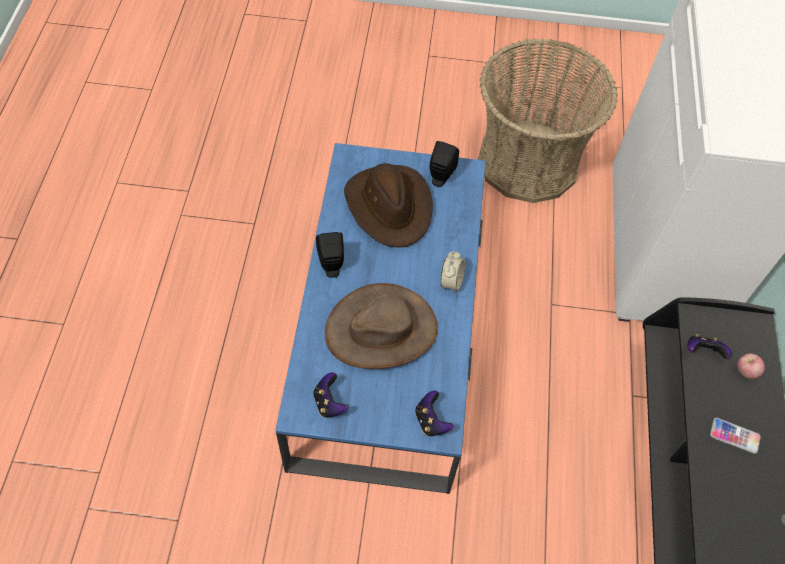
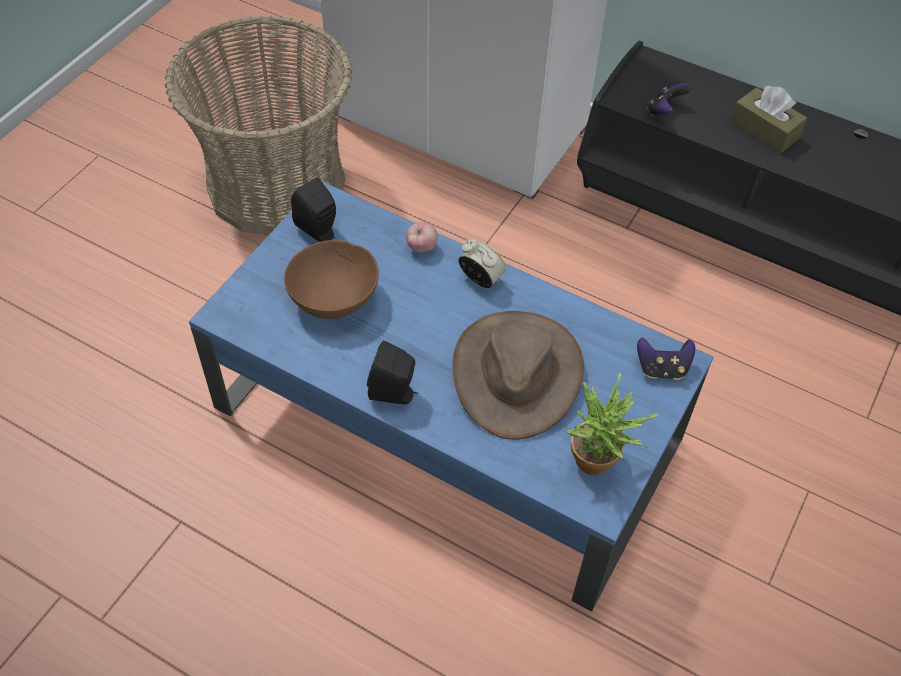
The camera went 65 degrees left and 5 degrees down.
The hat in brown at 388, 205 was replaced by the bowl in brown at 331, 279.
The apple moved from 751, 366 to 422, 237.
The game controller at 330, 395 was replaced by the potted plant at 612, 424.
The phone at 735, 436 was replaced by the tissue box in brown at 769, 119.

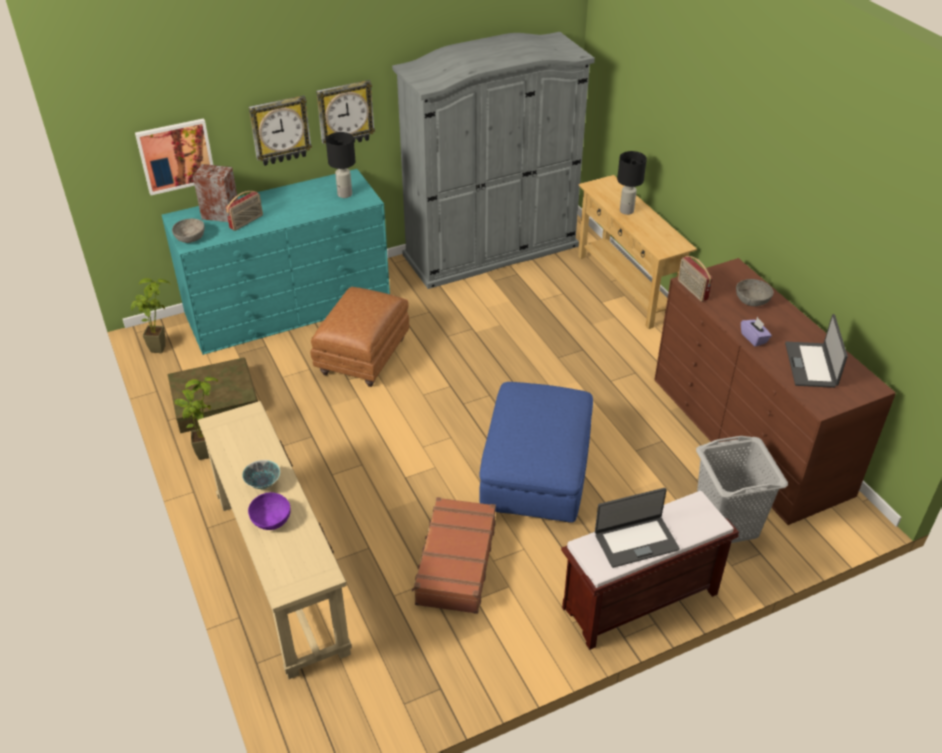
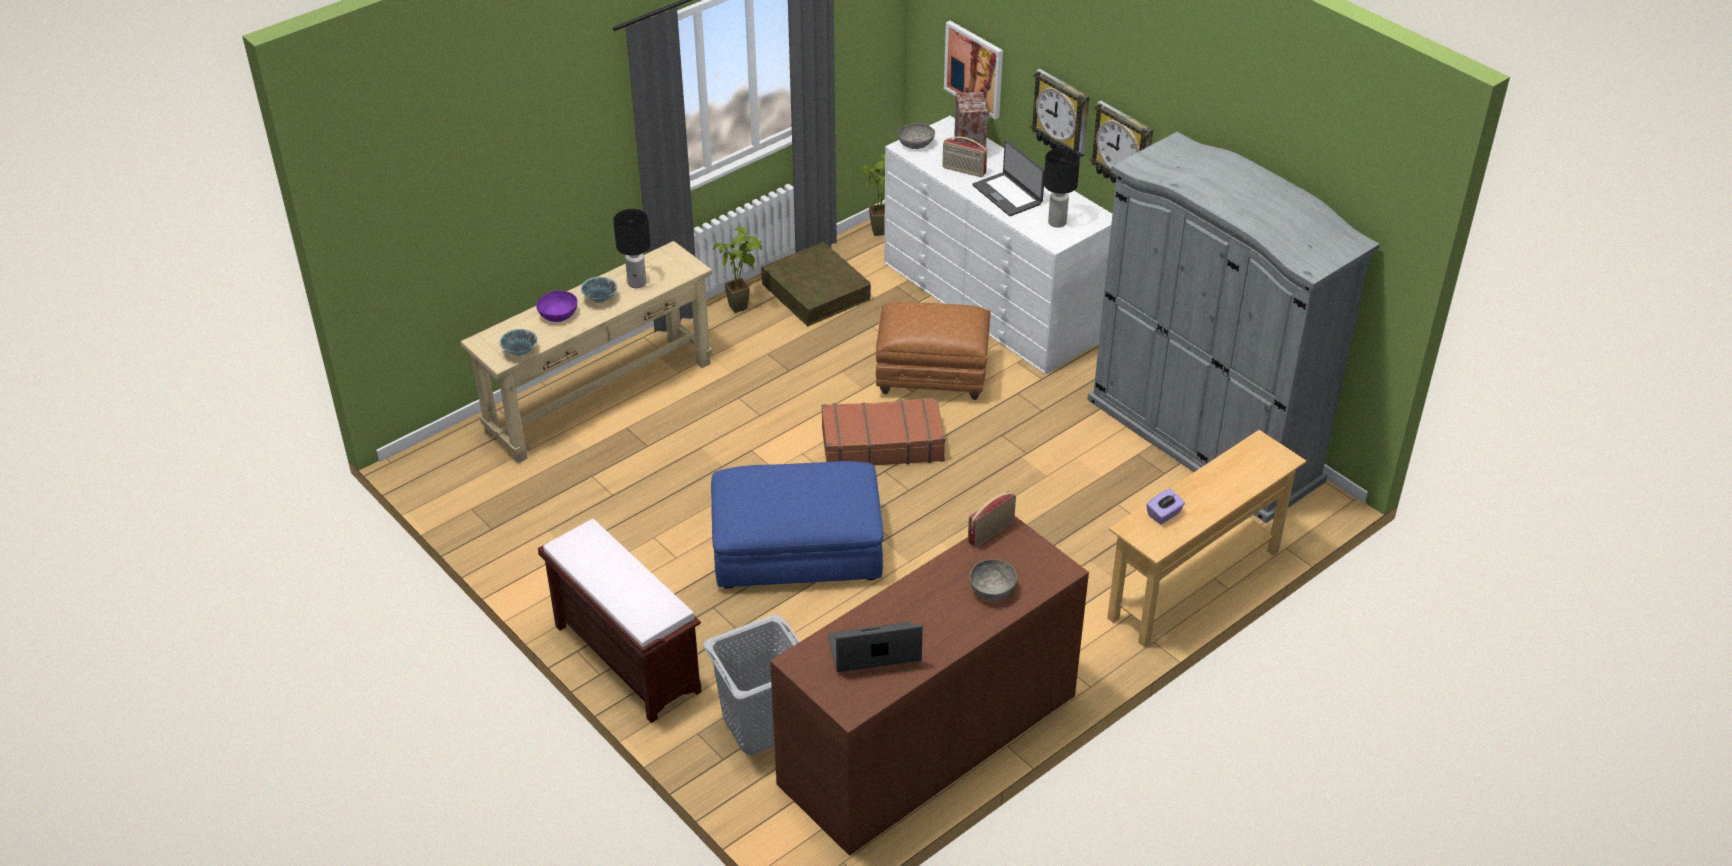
The camera went 75 degrees right and 0 degrees up.
The bowl at 519, 342 appeared.
The table lamp in black moved from 632, 183 to 632, 248.
The suitcase in brown moved from 454, 555 to 883, 431.
The dresser in turquoise at 276, 262 became the dresser in white at 998, 245.
The laptop moved from 637, 528 to 1008, 178.
The tissue box in purple moved from 756, 332 to 1165, 506.

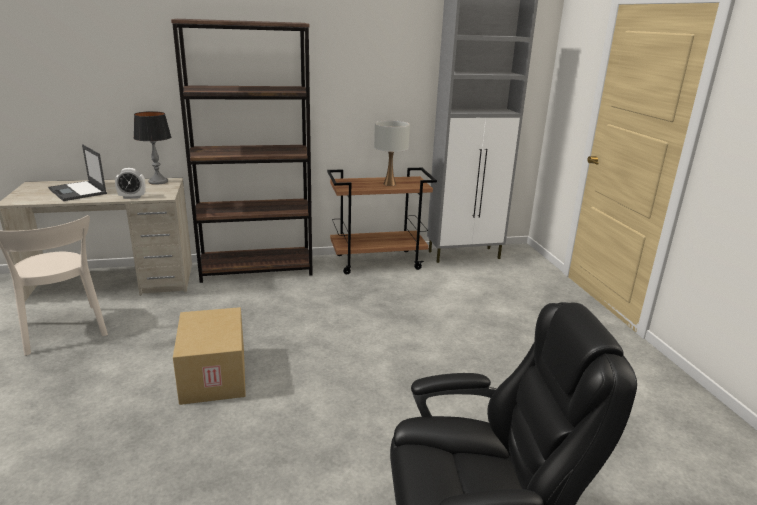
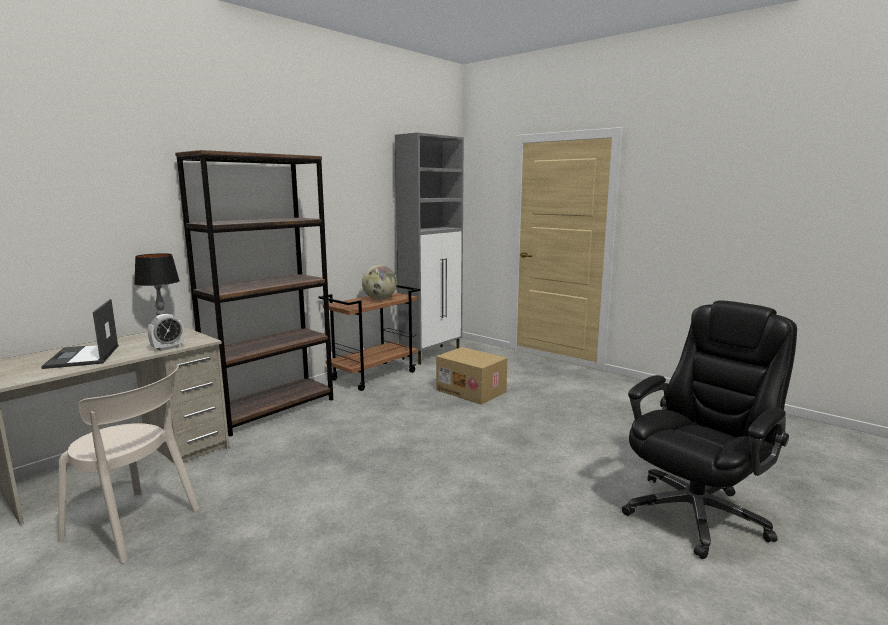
The camera went 35 degrees left and 10 degrees down.
The laptop at 77, 172 turned 60 degrees clockwise.
The table lamp in white at 392, 153 was replaced by the globe at 379, 282.
The cardboard box moved from 209, 356 to 471, 376.

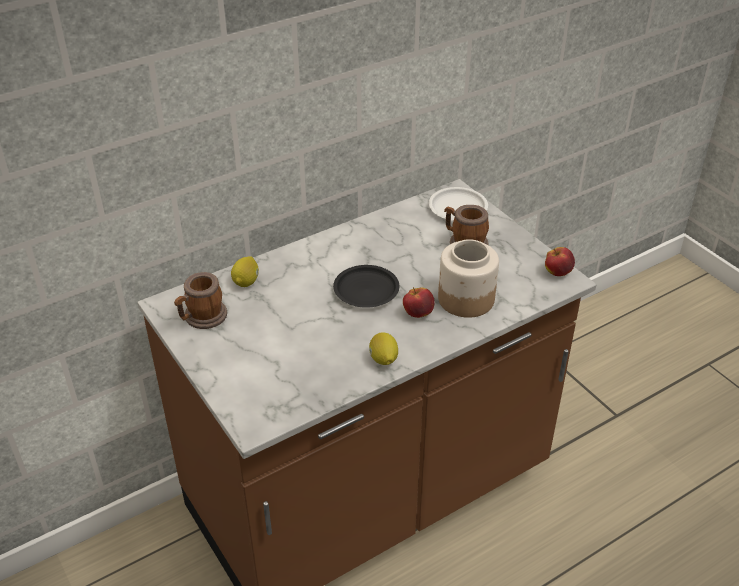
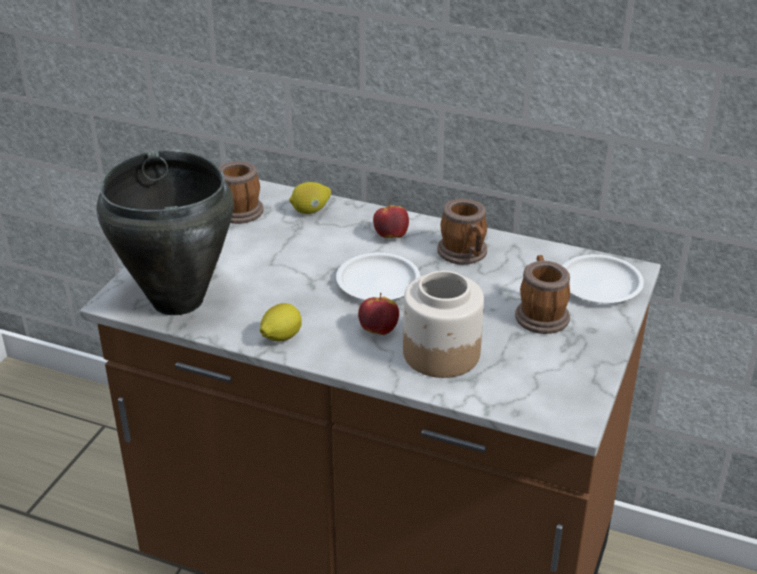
The camera went 55 degrees right and 5 degrees down.
The cooking pot in black at 165, 232 appeared.
The plate in black at 366, 286 became the plate in white at 378, 276.
The apple moved from 560, 261 to 391, 220.
The mug at 462, 231 appeared.

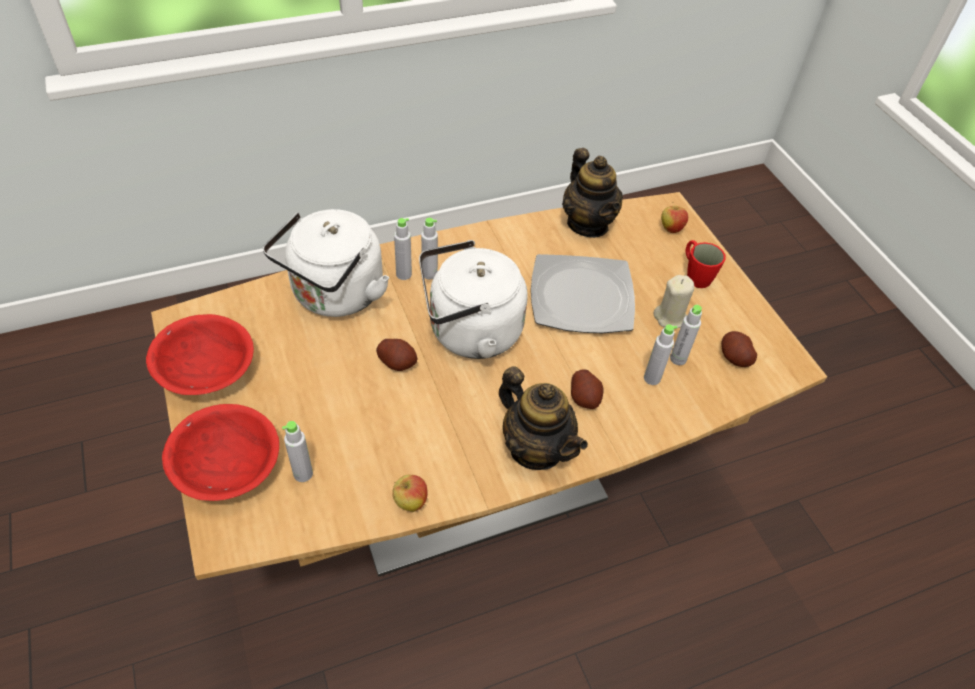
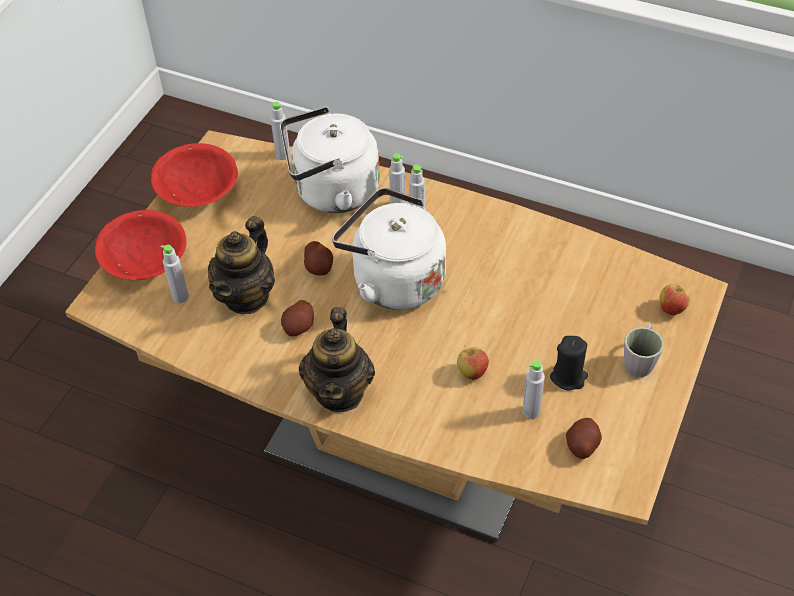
The camera went 50 degrees right and 0 degrees up.
The teapot moved from 592, 193 to 241, 265.
The bottle in grey moved from 661, 354 to 280, 131.
The potato moved from 587, 389 to 297, 318.
The apple moved from 410, 493 to 473, 362.
The candle in beige at 673, 301 became the candle in black at 569, 363.
The mug in red at 706, 264 became the mug in grey at 644, 350.
The plate at 583, 293 disappeared.

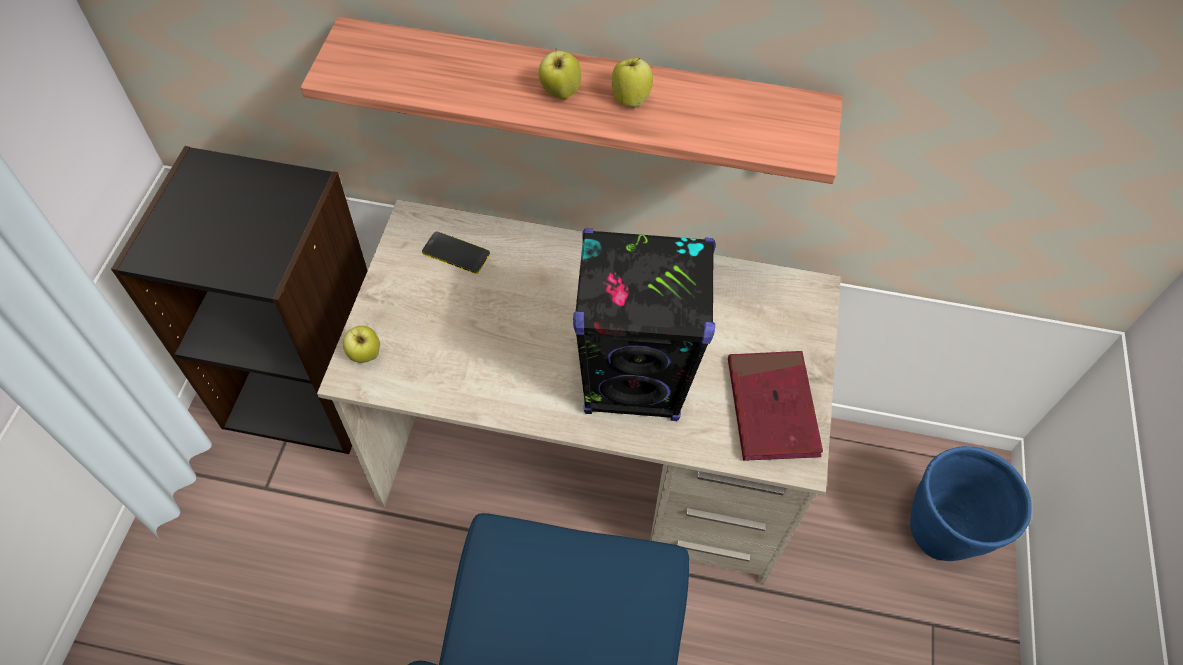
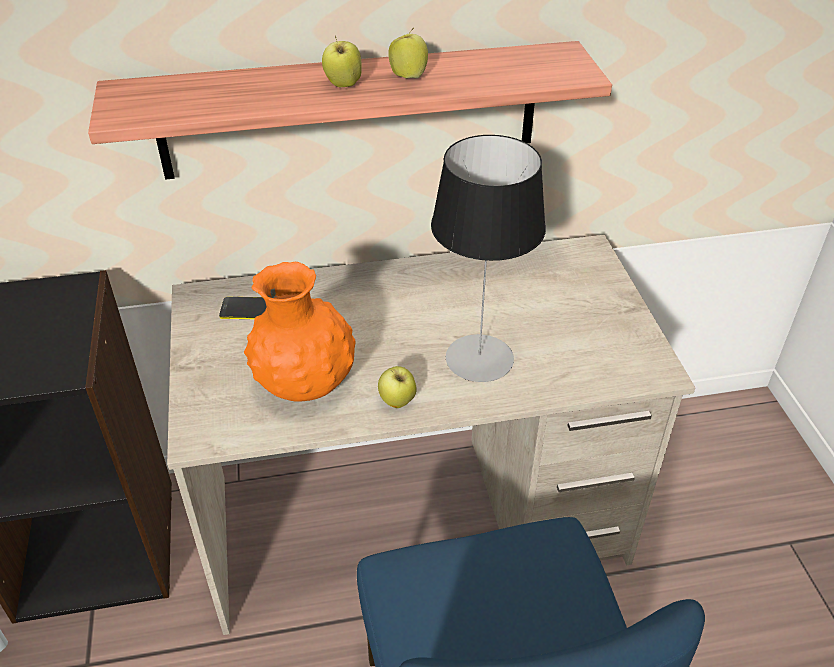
The camera went 20 degrees left and 15 degrees down.
The vase in orange at 300, 332 appeared.
The apple moved from 361, 344 to 397, 387.
The speaker in black at 644, 324 was replaced by the table lamp at 488, 258.
The book in red at 775, 406 disappeared.
The planter in blue at 971, 503 disappeared.

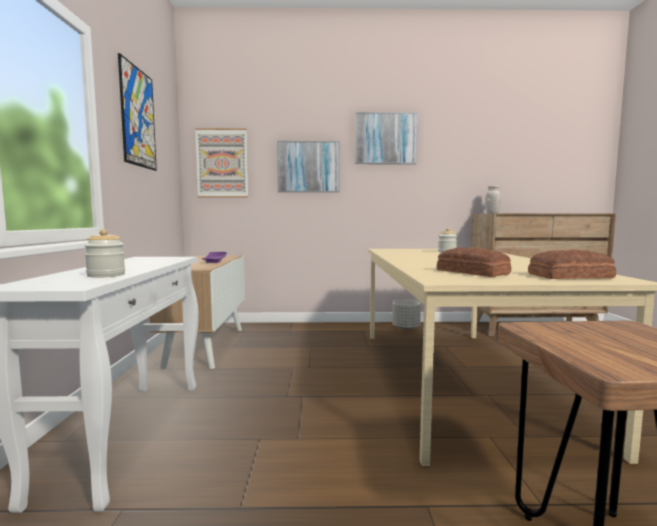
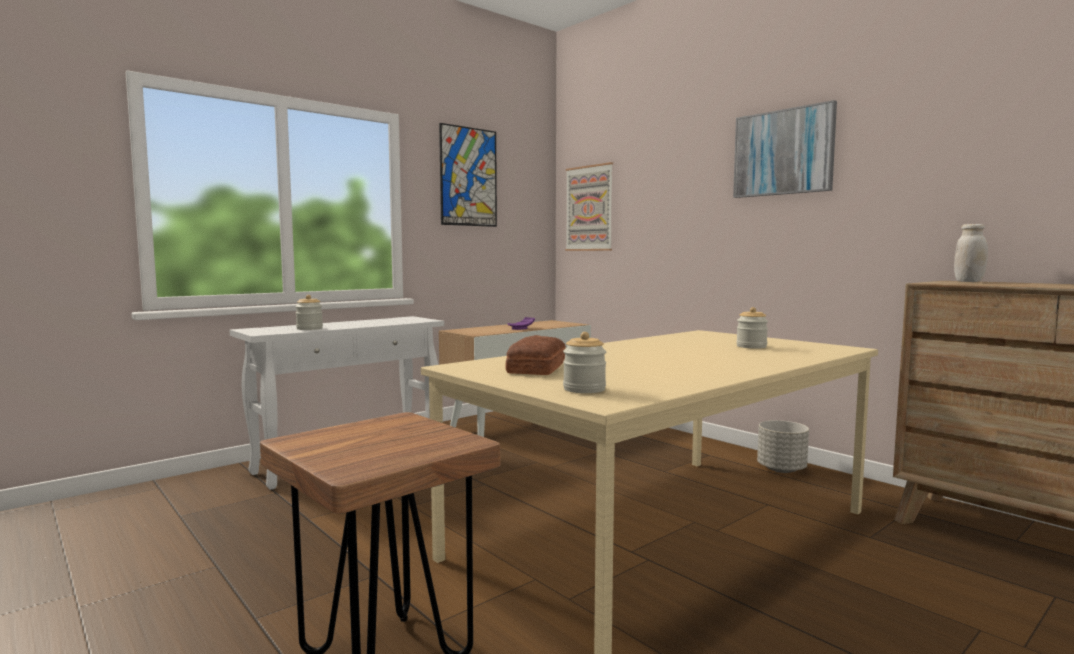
The camera went 50 degrees right and 0 degrees up.
The bread at 572, 264 was replaced by the jar at 584, 362.
The picture at 308, 166 disappeared.

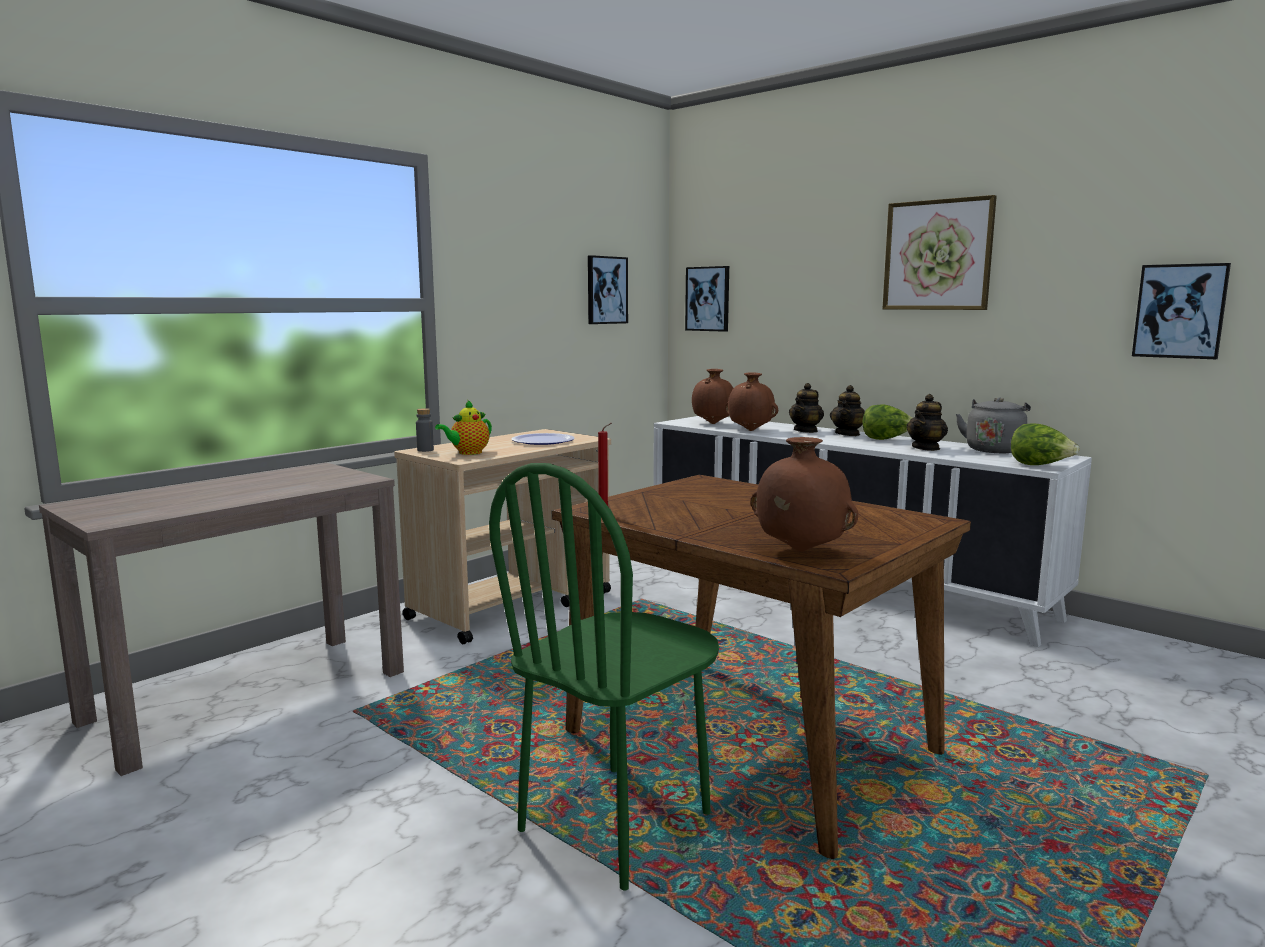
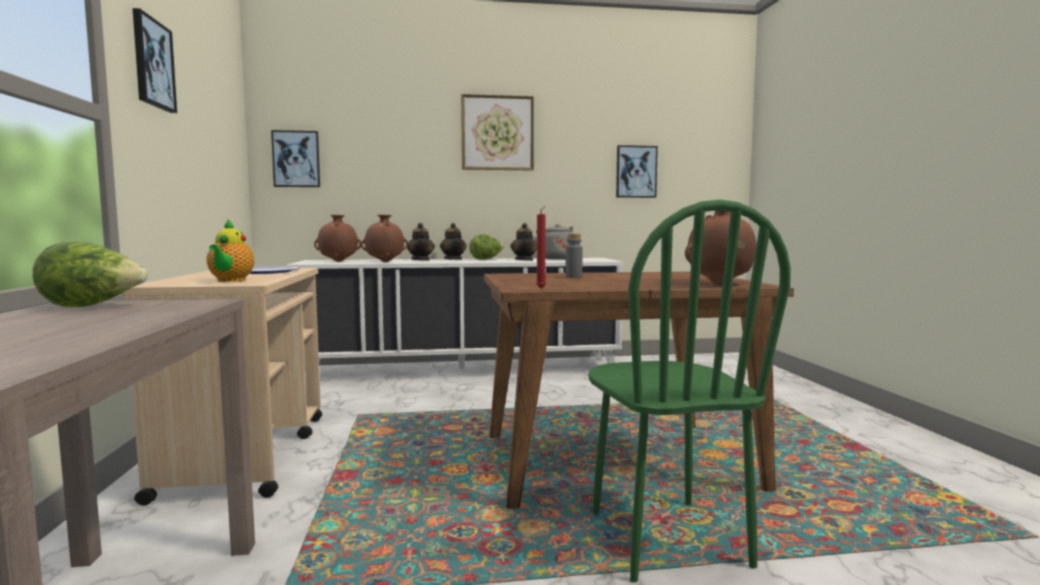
The camera went 50 degrees left and 5 degrees down.
The lettuce moved from 1045, 444 to 90, 274.
The picture moved from 608, 289 to 155, 60.
The bottle in grey moved from 425, 430 to 574, 256.

